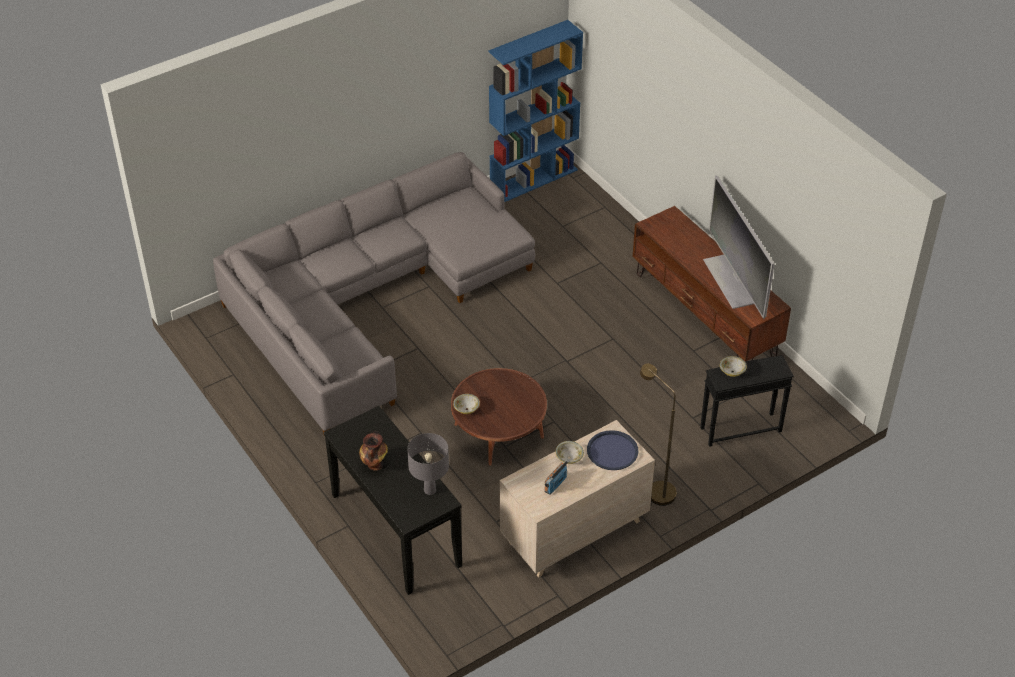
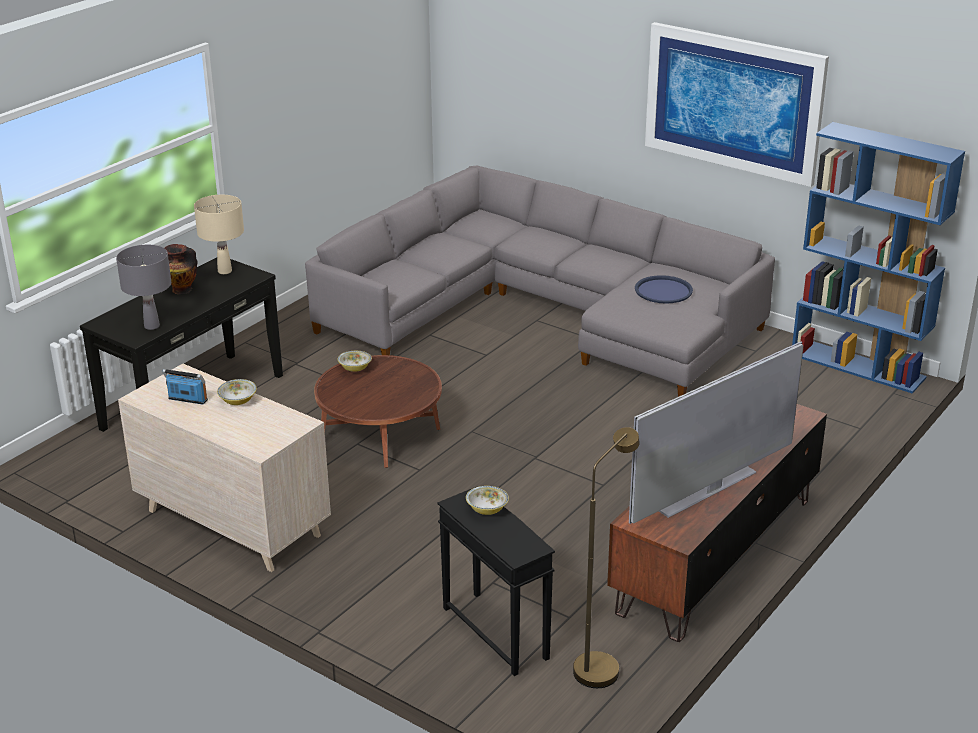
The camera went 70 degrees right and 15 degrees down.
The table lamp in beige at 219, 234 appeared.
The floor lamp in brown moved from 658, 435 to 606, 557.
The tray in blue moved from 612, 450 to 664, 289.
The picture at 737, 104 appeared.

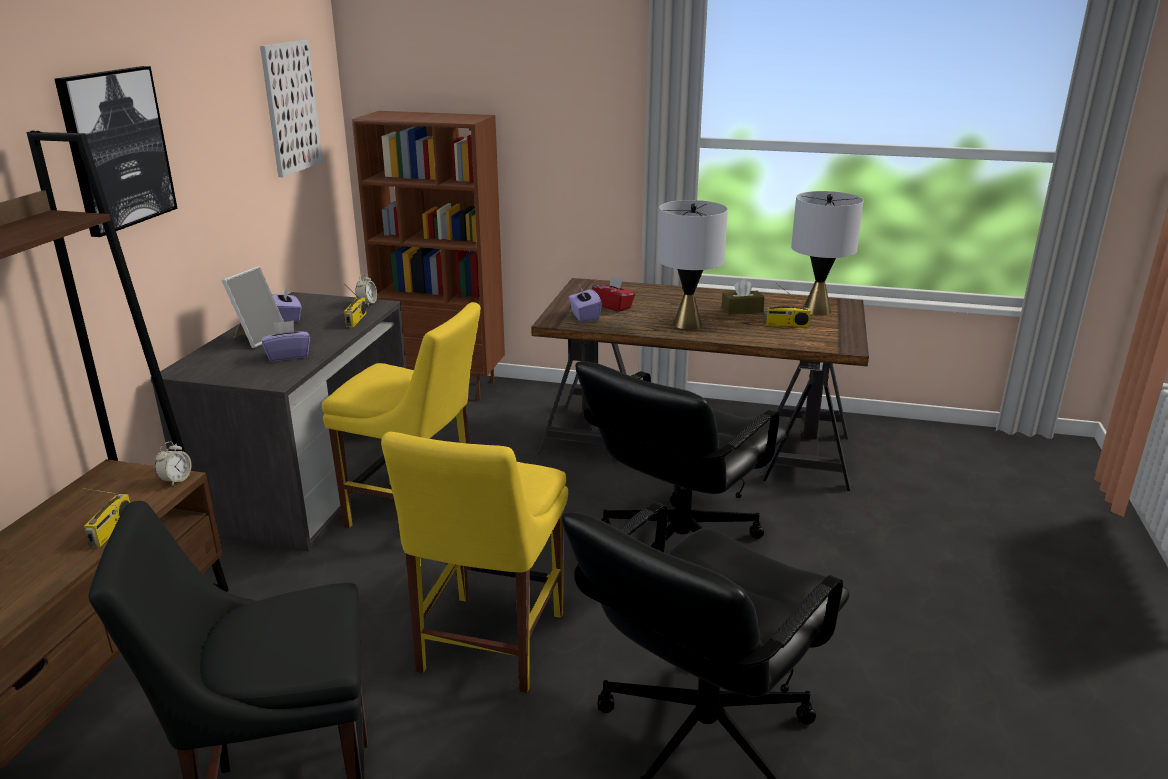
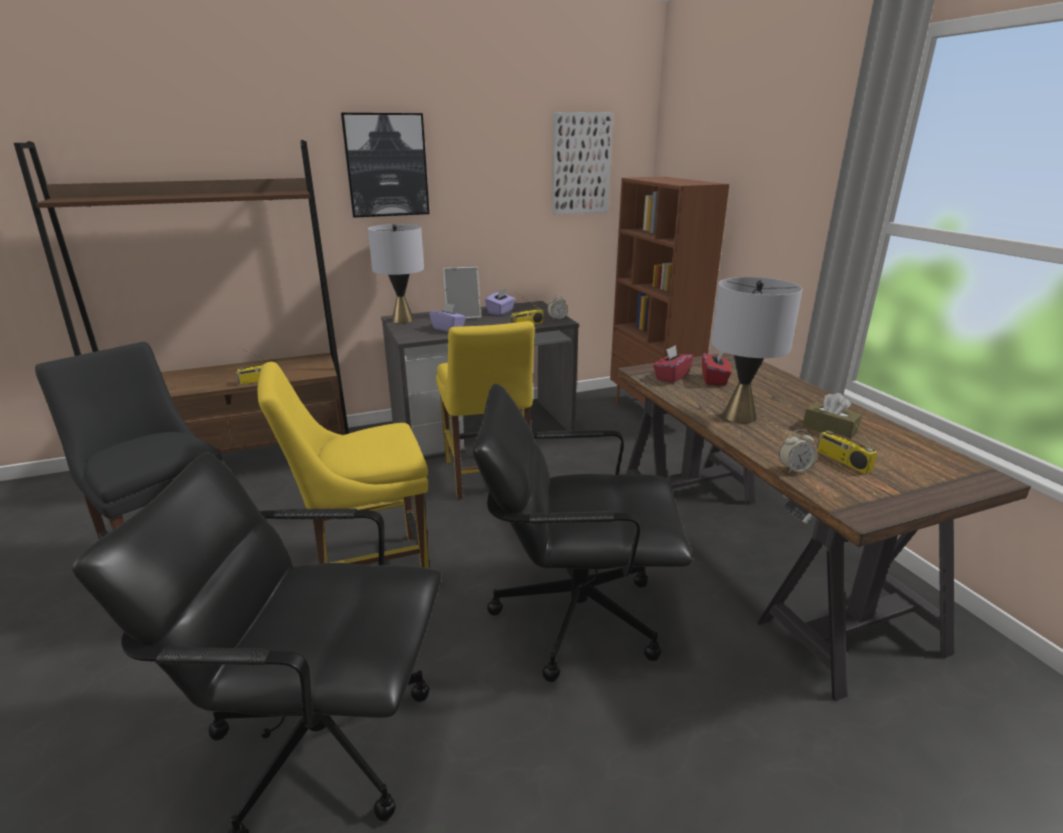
The camera went 55 degrees right and 0 degrees up.
The table lamp in grey moved from 827, 253 to 396, 273.
The tissue box in purple at 585, 303 became the tissue box in red at 673, 364.
The alarm clock moved from 173, 464 to 798, 451.

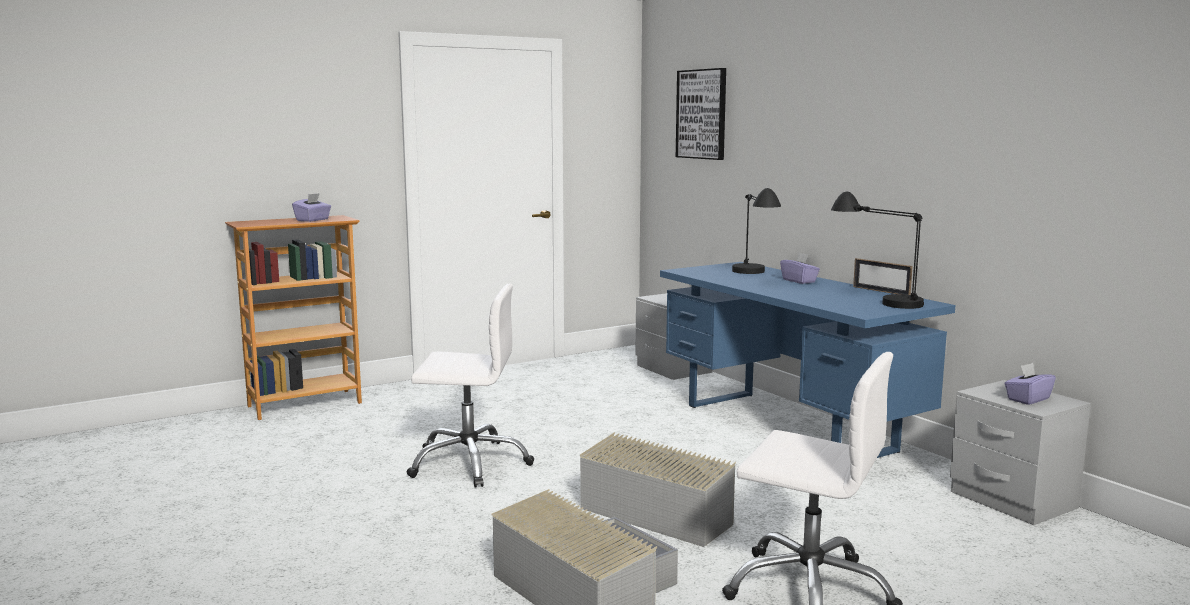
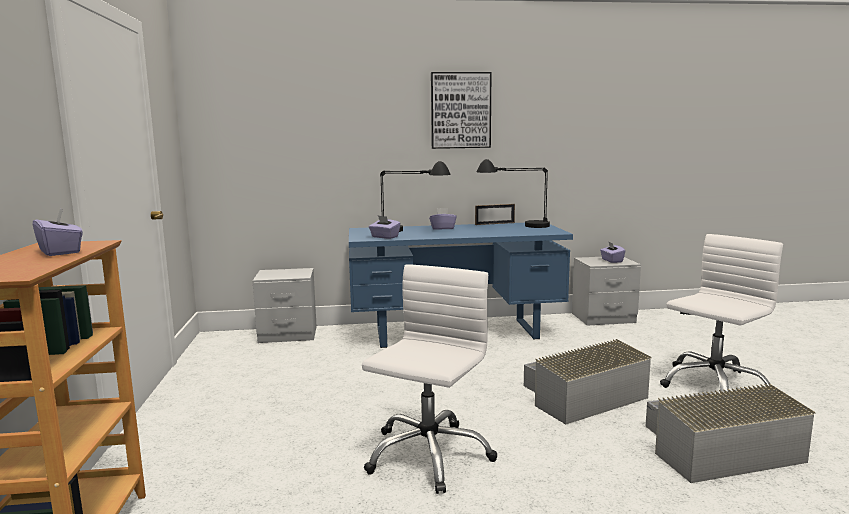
The camera went 65 degrees left and 0 degrees up.
The tissue box in purple at 385, 227 appeared.
The picture moved from 701, 114 to 461, 110.

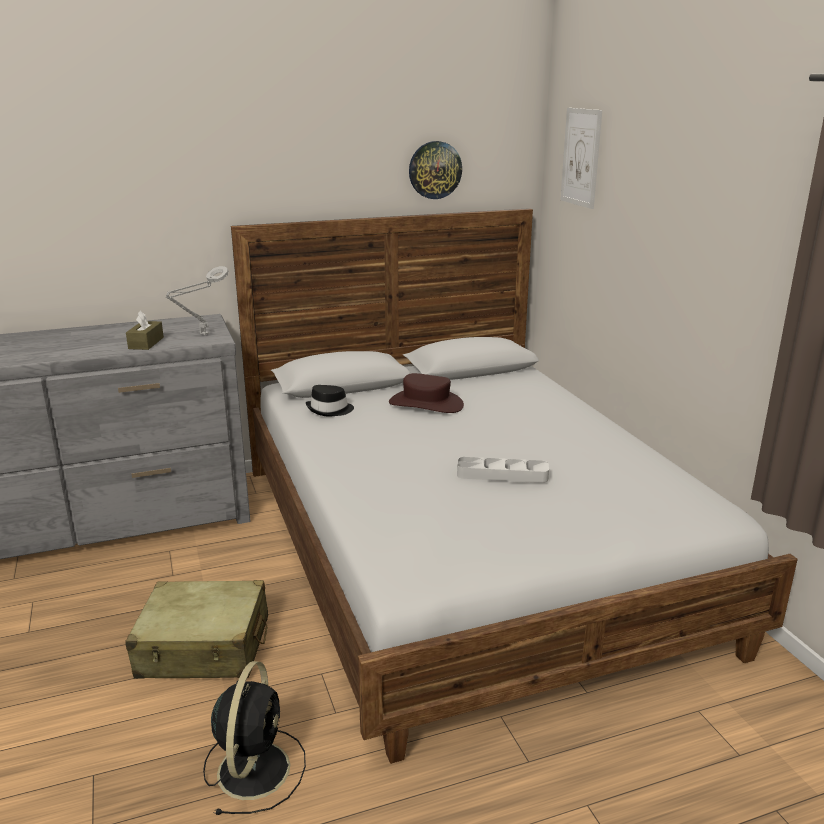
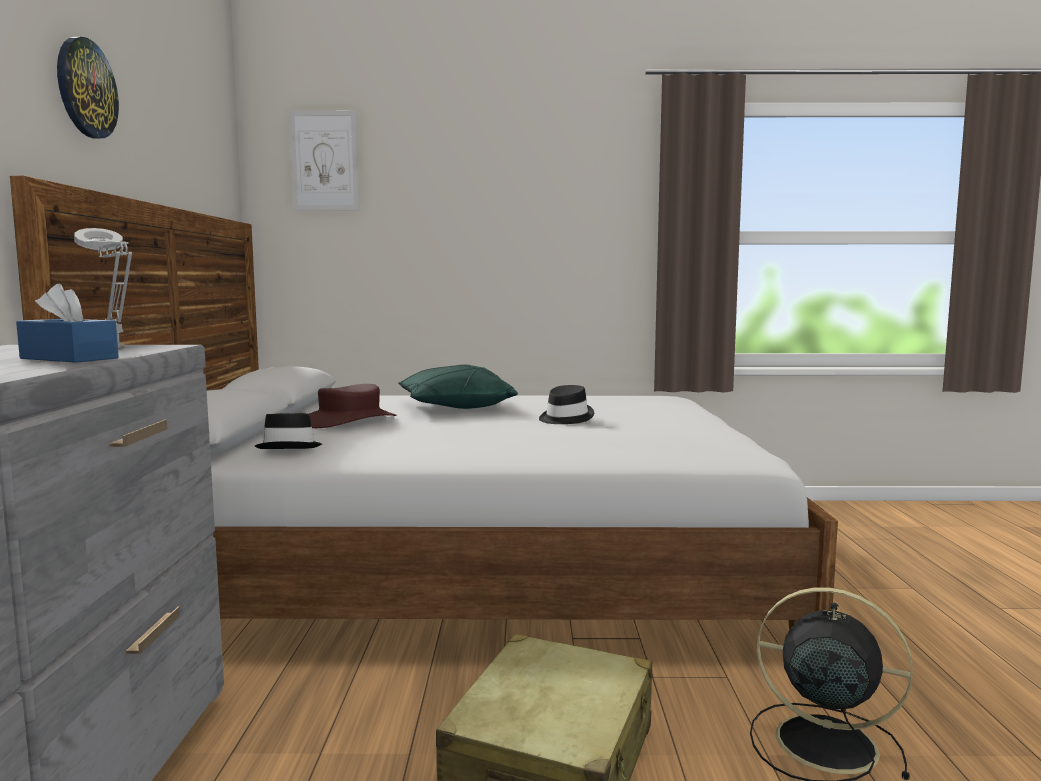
The camera went 70 degrees left and 15 degrees down.
The tissue box in brown at 145, 330 became the tissue box in blue at 67, 323.
The wall clock moved from 435, 170 to 88, 87.
The pillow in green at 458, 386 appeared.
The tray in grey at 503, 470 was replaced by the hat in black at 566, 404.

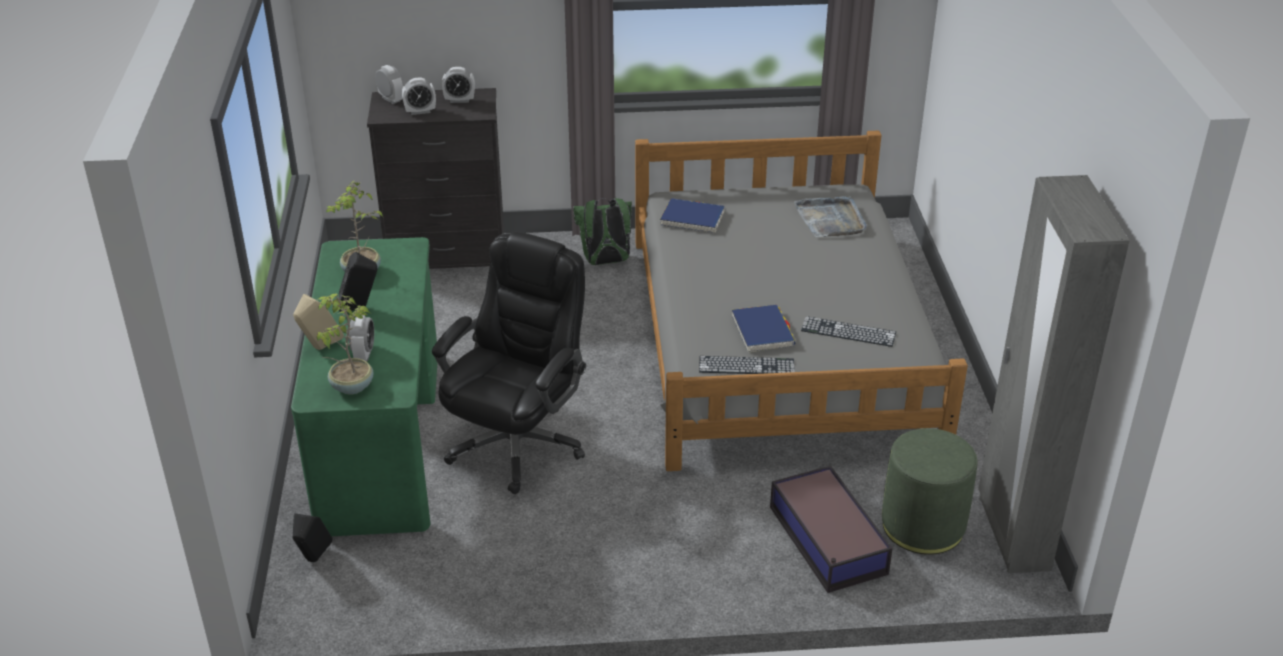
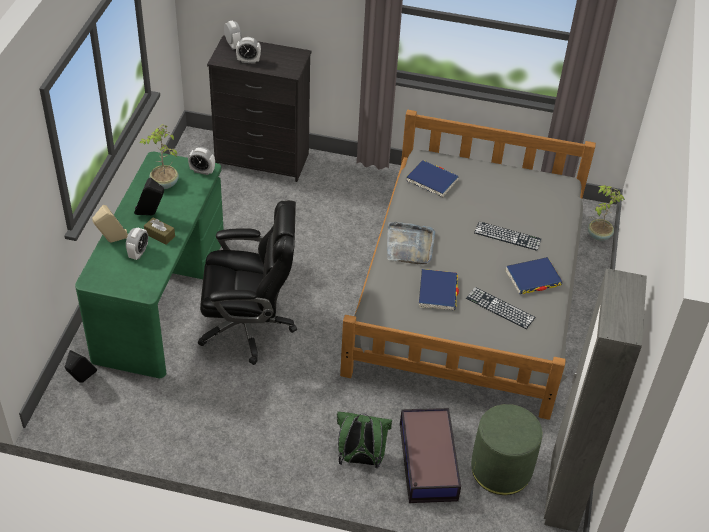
The camera went 15 degrees right and 10 degrees up.
The tissue box in brown at 159, 231 appeared.
The alarm clock moved from 458, 85 to 201, 161.
The office chair in black at 509, 363 turned 45 degrees clockwise.
The backpack in green moved from 602, 231 to 364, 440.
The tray in grey moved from 830, 216 to 411, 243.
The keyboard moved from 747, 365 to 507, 236.
The book in blue at 534, 275 appeared.
The potted plant moved from 345, 344 to 606, 213.

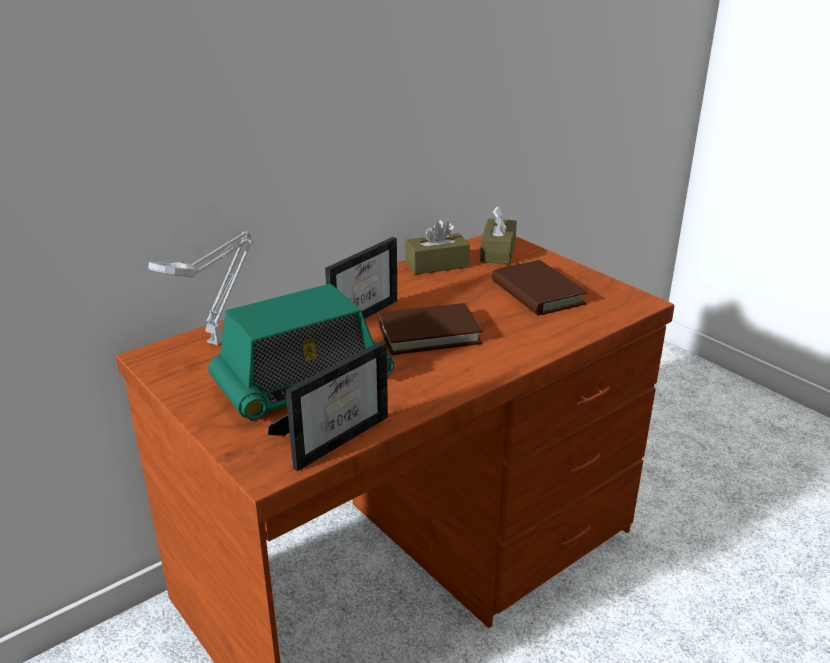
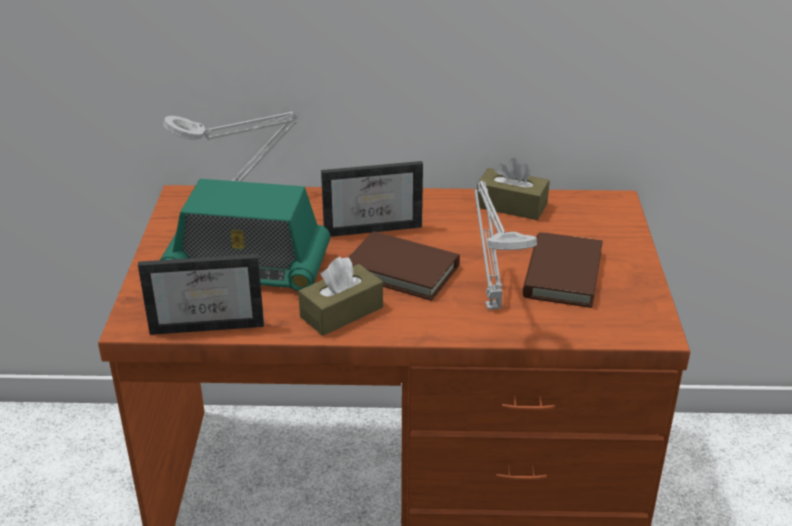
The camera went 40 degrees right and 5 degrees up.
The tissue box in brown moved from 498, 235 to 340, 296.
The table lamp in grey at 505, 245 appeared.

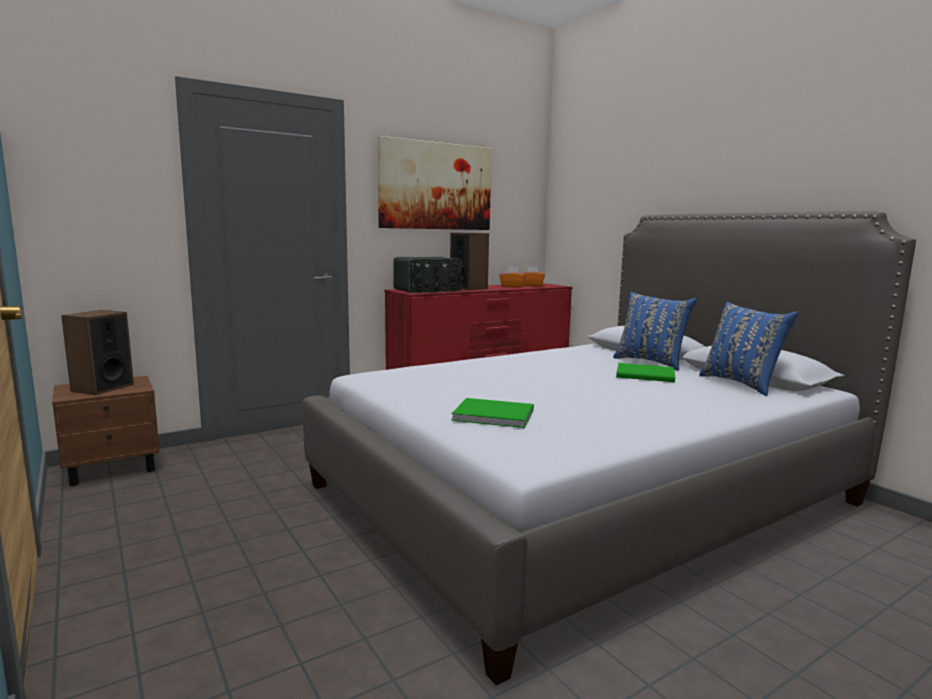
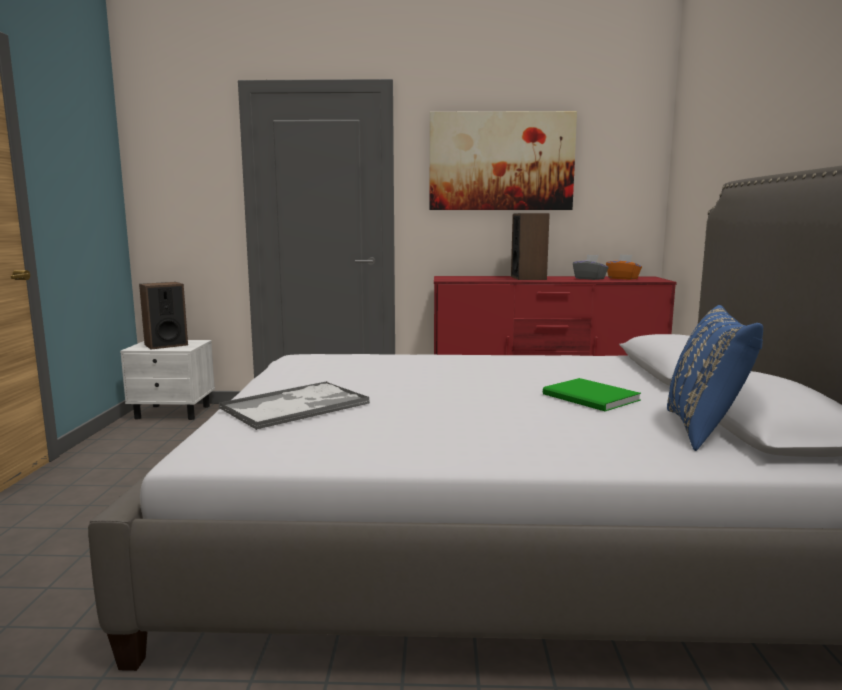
The camera went 35 degrees right and 0 degrees up.
The nightstand in brown at 106, 431 became the nightstand in white at 167, 380.
The book in green at 493, 413 was replaced by the tray at 294, 405.
The tissue box in orange at 512, 277 became the tissue box in grey at 591, 267.
The radio at 427, 275 disappeared.
The pillow in blue at 655, 331 disappeared.

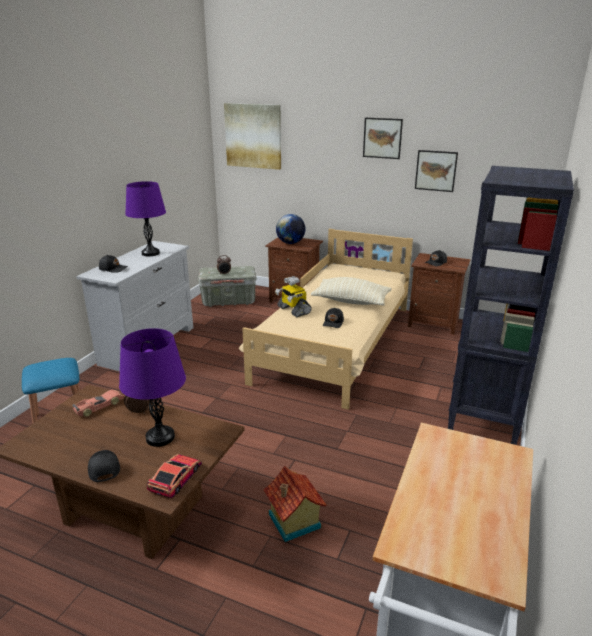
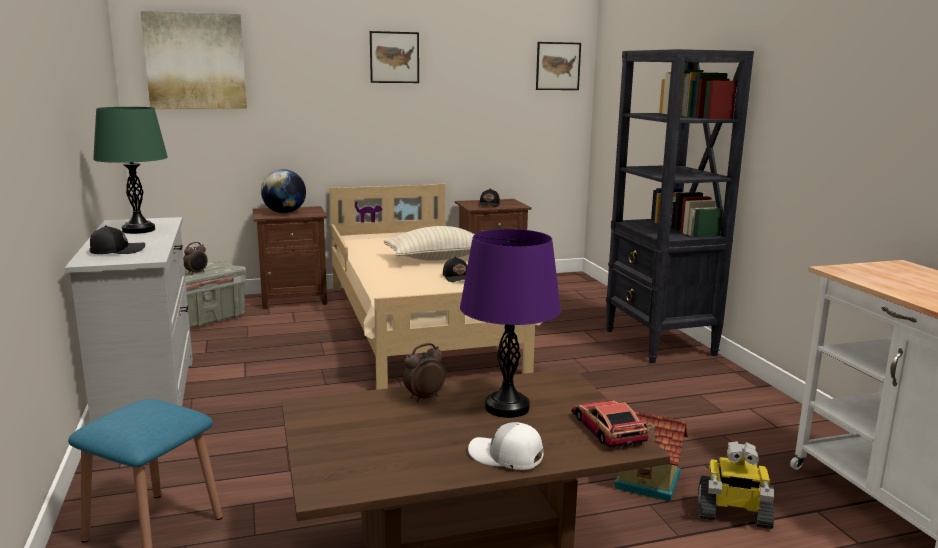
The camera went 40 degrees left and 10 degrees down.
The table lamp in purple at 145, 218 became the table lamp in green at 130, 170.
The cap in black at 104, 466 became the cap in white at 506, 446.
The picture moved from 436, 171 to 558, 66.
The toy robot moved from 293, 296 to 736, 485.
The toy car at 98, 403 disappeared.

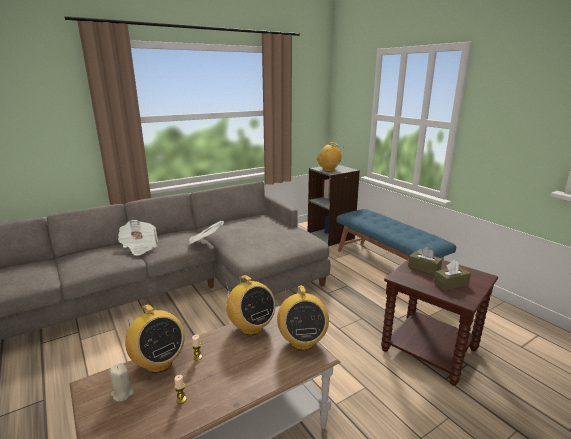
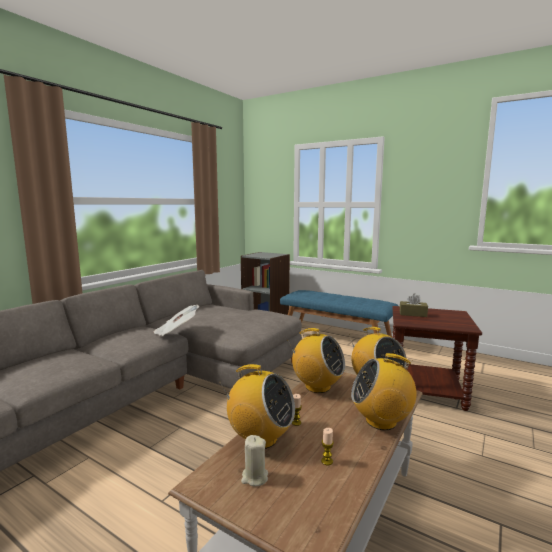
The camera went 25 degrees left and 10 degrees down.
The radio moved from 330, 157 to 383, 391.
The newspaper at 138, 238 disappeared.
The tissue box in brown at 452, 275 disappeared.

